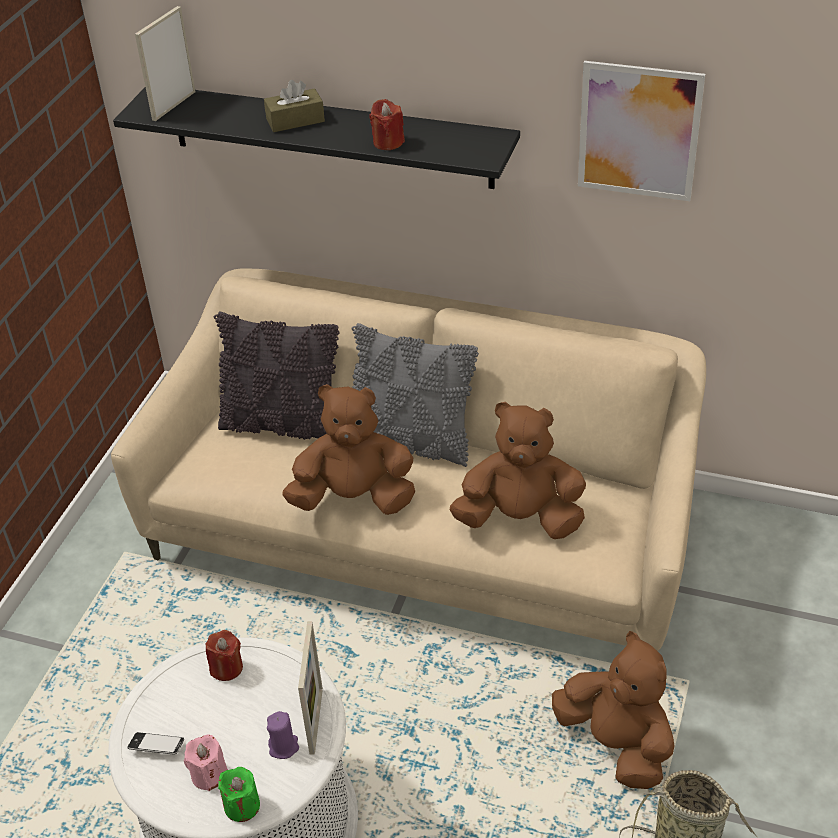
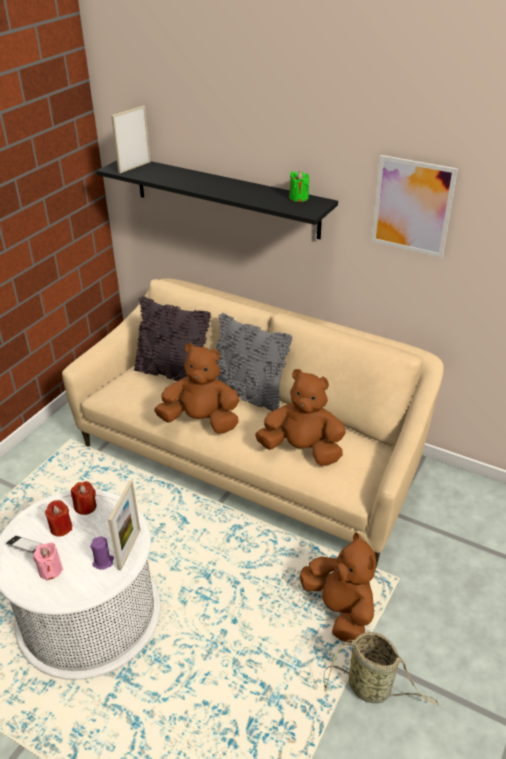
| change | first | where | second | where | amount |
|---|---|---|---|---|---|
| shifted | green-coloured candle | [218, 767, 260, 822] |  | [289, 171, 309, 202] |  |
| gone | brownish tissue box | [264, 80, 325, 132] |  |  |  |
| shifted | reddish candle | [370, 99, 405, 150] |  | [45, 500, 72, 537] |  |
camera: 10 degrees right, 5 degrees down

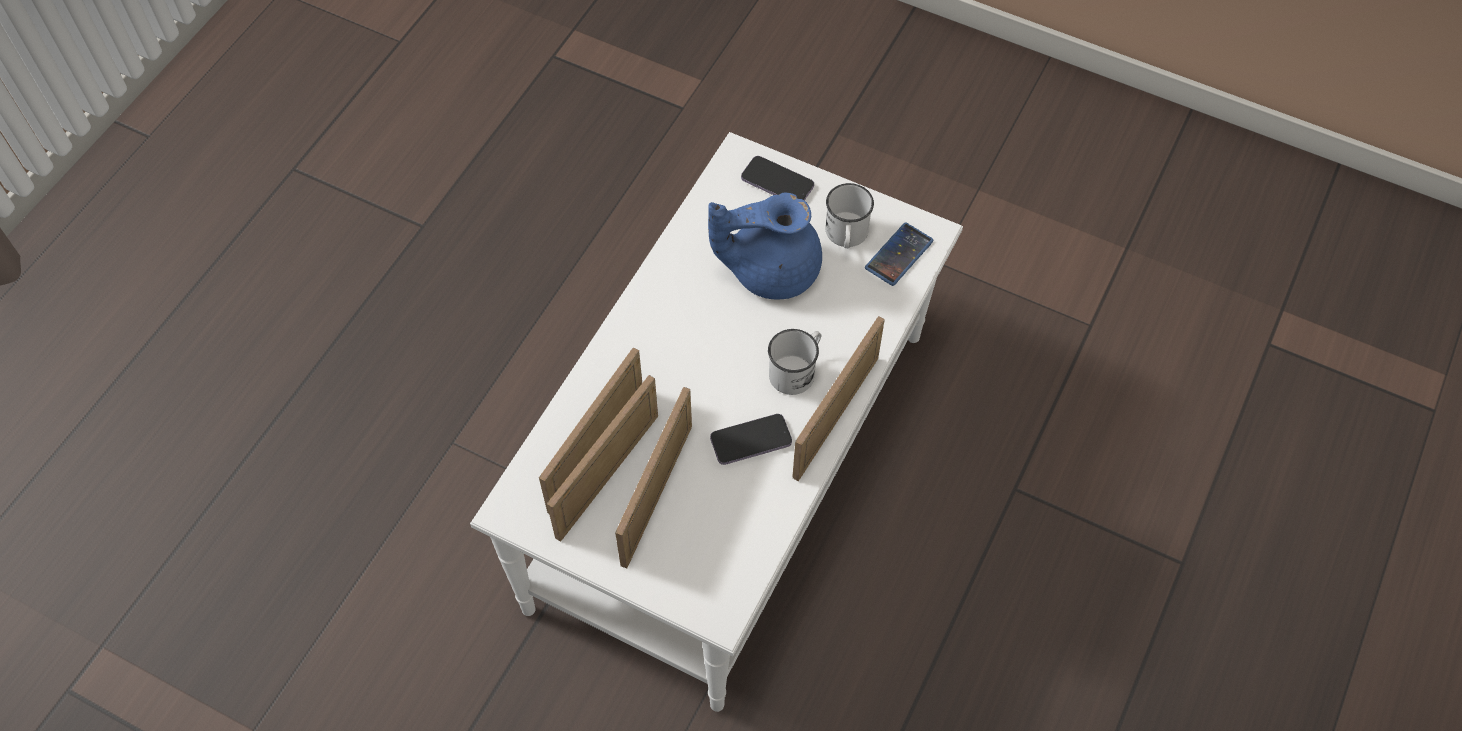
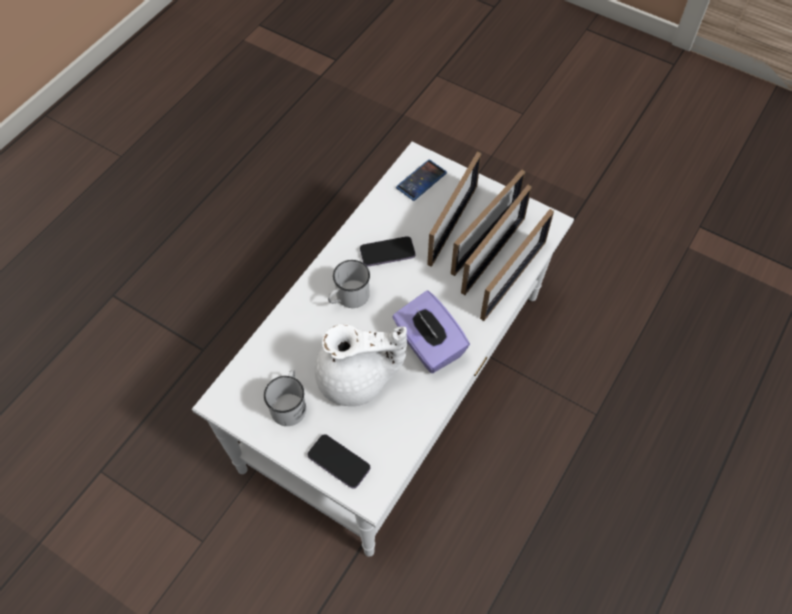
| change | first | where | second | where | amount |
|---|---|---|---|---|---|
| repainted | blue pot for tea | [708, 193, 822, 300] | white-coloured pot for tea | [315, 324, 407, 406] |  |
| shifted | standing frame | [792, 316, 885, 481] |  | [480, 209, 554, 321] |  |
| shifted | telephone | [865, 222, 933, 286] |  | [396, 160, 447, 201] |  |
| new |  |  | purple tissue box | [392, 291, 470, 373] |  |
camera: 175 degrees left, 0 degrees up

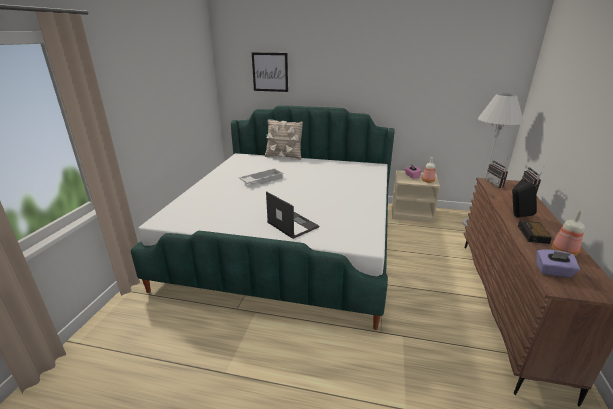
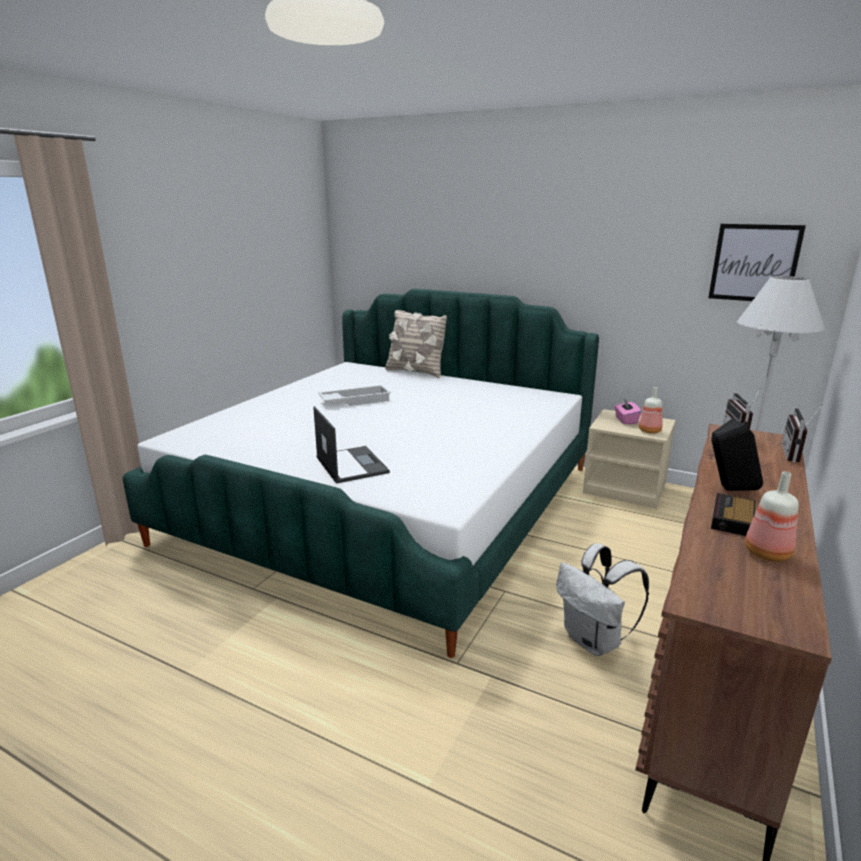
| change | first | where | second | where | amount |
|---|---|---|---|---|---|
| shifted | picture | [252, 52, 288, 92] |  | [708, 224, 806, 301] |  |
| gone | purple tissue box | [536, 249, 580, 278] |  |  |  |
| new |  |  | white-coloured backpack | [556, 543, 649, 656] |  |
camera: 15 degrees right, 5 degrees down

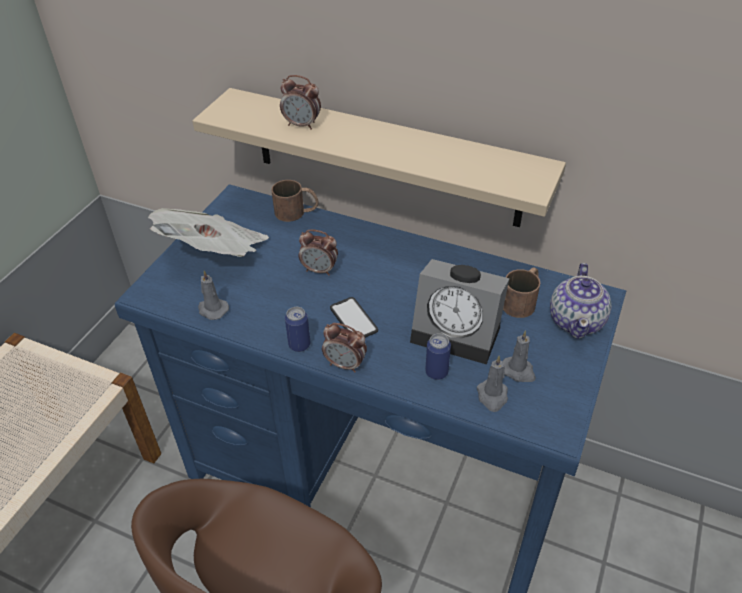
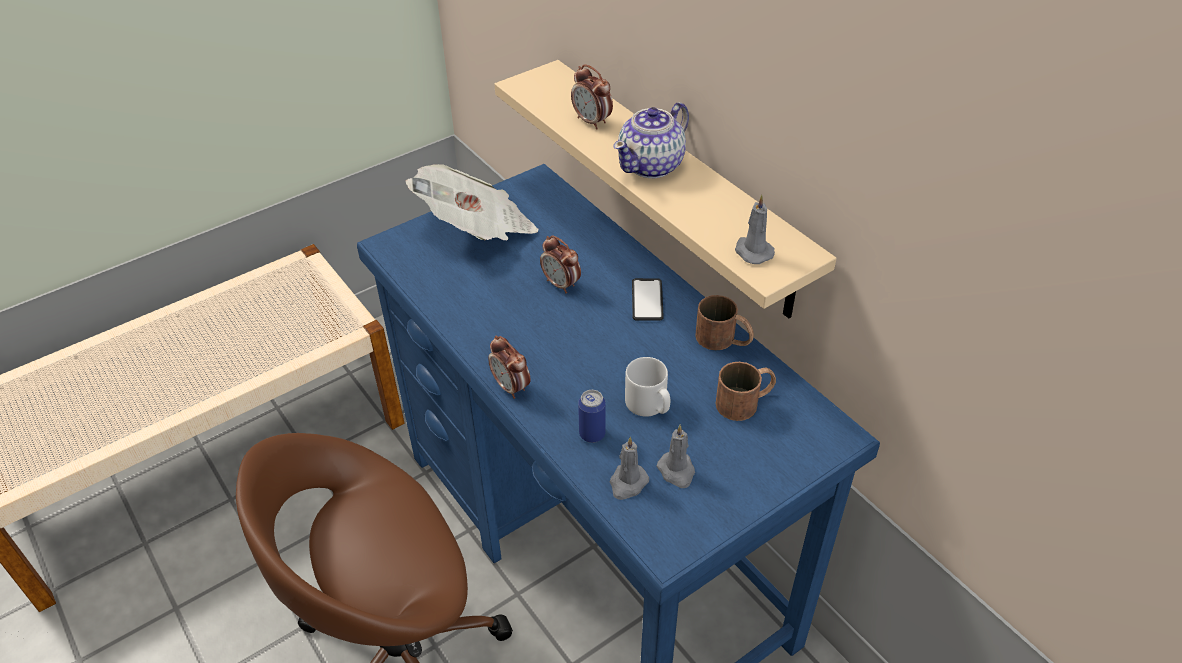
| change | first | where | second | where | amount |
|---|---|---|---|---|---|
| shifted | gray candle | [198, 270, 229, 320] |  | [735, 195, 775, 264] |  |
| shifted | brownish tea mug | [271, 180, 319, 222] |  | [695, 295, 754, 350] |  |
| gone | metal can | [285, 307, 311, 352] |  |  |  |
| shifted | telephone | [330, 297, 378, 338] |  | [632, 278, 664, 321] |  |
| swapped | alarm clock | [410, 259, 510, 364] | gray tea mug | [625, 357, 670, 417] |  |
| shifted | pot for tea | [550, 263, 612, 339] |  | [613, 102, 689, 178] |  |
camera: 30 degrees right, 0 degrees up

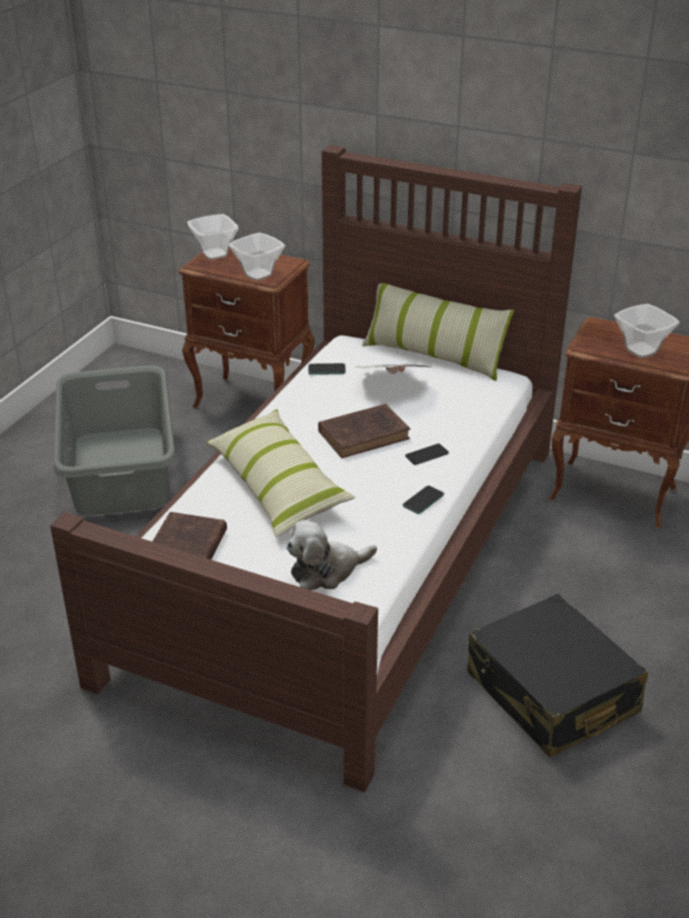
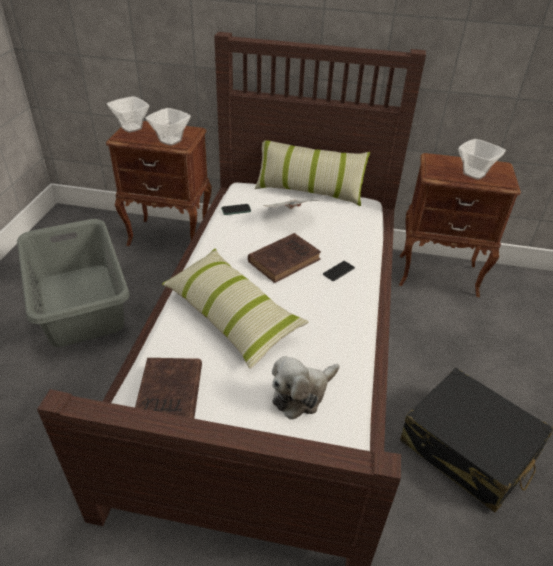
| change | first | where | second | where | amount |
|---|---|---|---|---|---|
| gone | telephone | [403, 486, 444, 514] |  |  |  |
camera: 15 degrees left, 5 degrees up

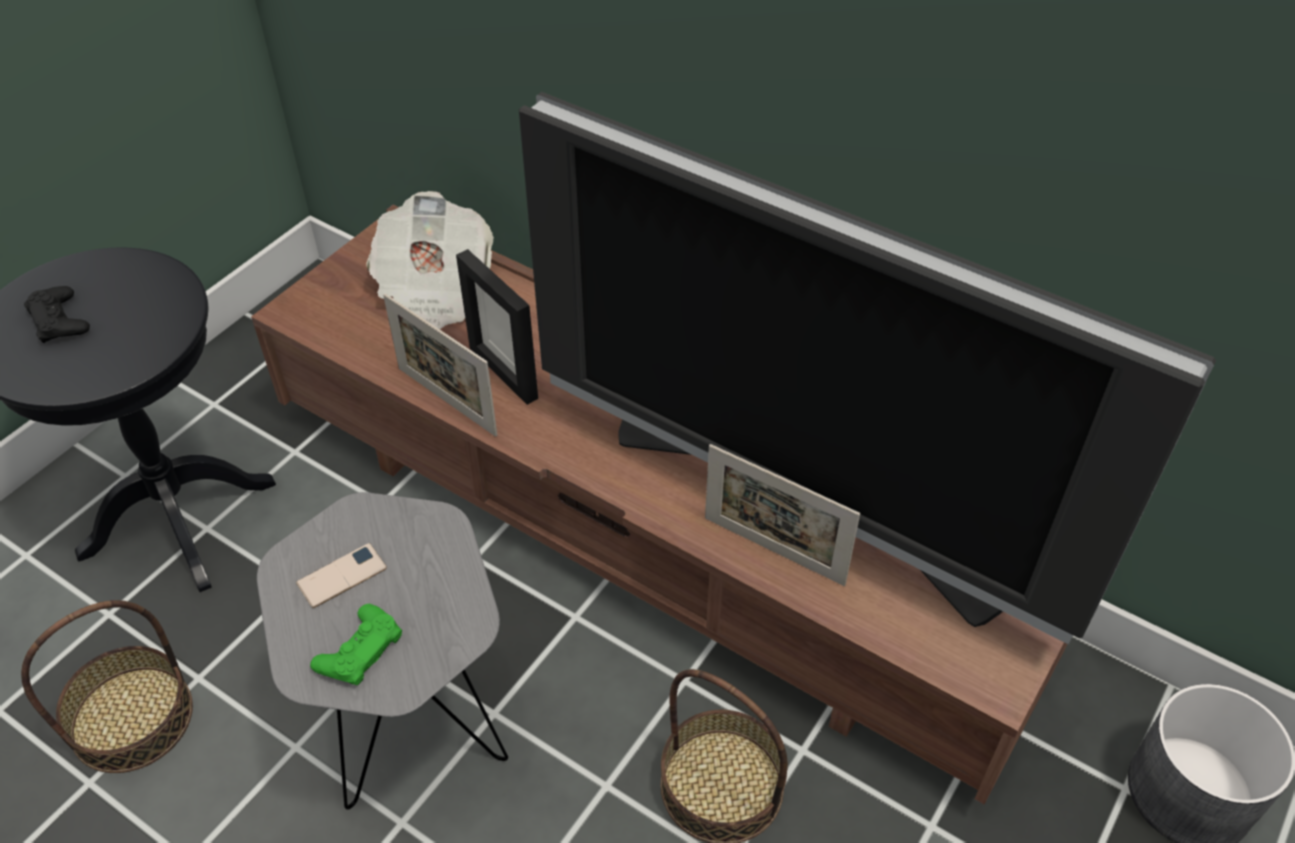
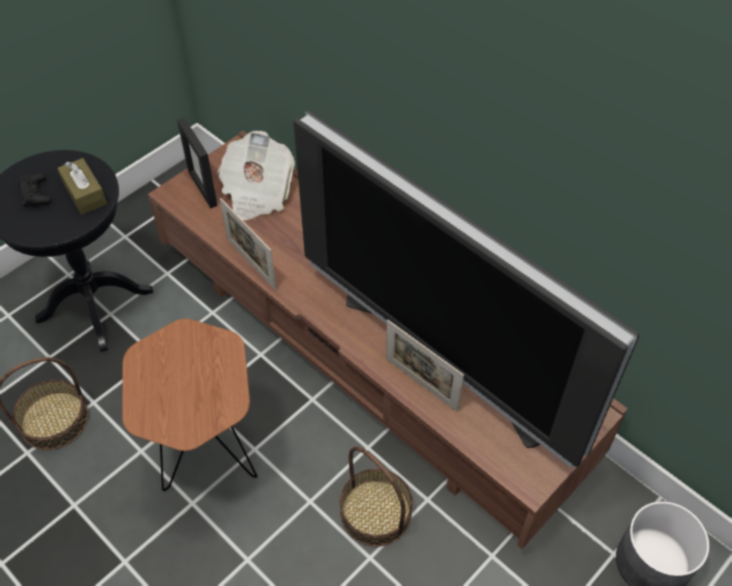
| change | first | where | second | where | amount |
|---|---|---|---|---|---|
| repainted | gray side table | [257, 492, 508, 810] | brownish side table | [122, 319, 257, 491] |  |
| gone | telephone | [296, 543, 387, 608] |  |  |  |
| gone | green-coloured joypad | [310, 604, 402, 685] |  |  |  |
| shifted | standing frame | [456, 249, 538, 405] |  | [177, 117, 218, 208] |  |
| new |  |  | brownish tissue box | [57, 158, 107, 214] |  |
camera: 10 degrees right, 5 degrees up

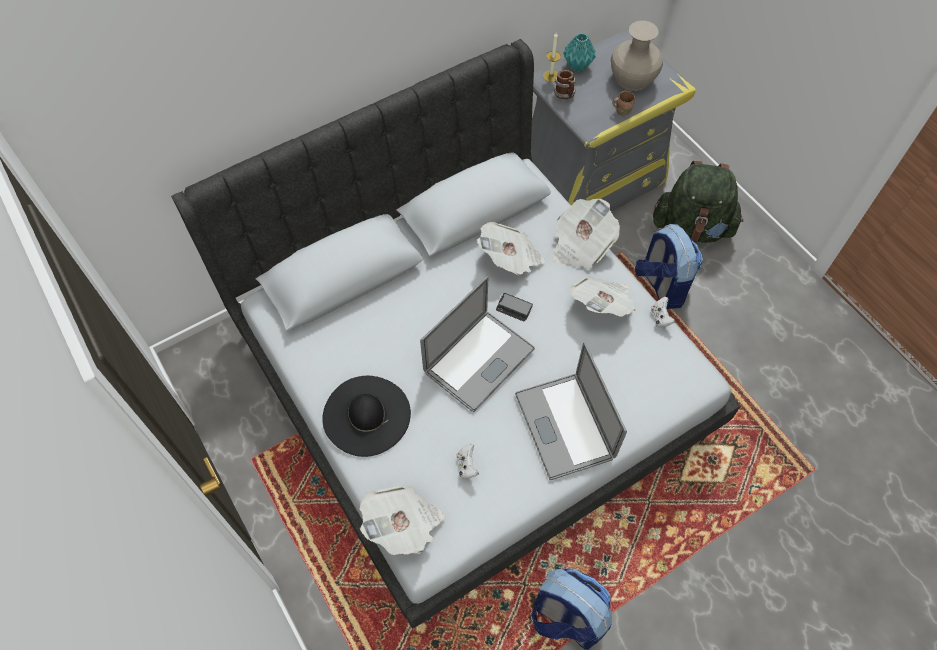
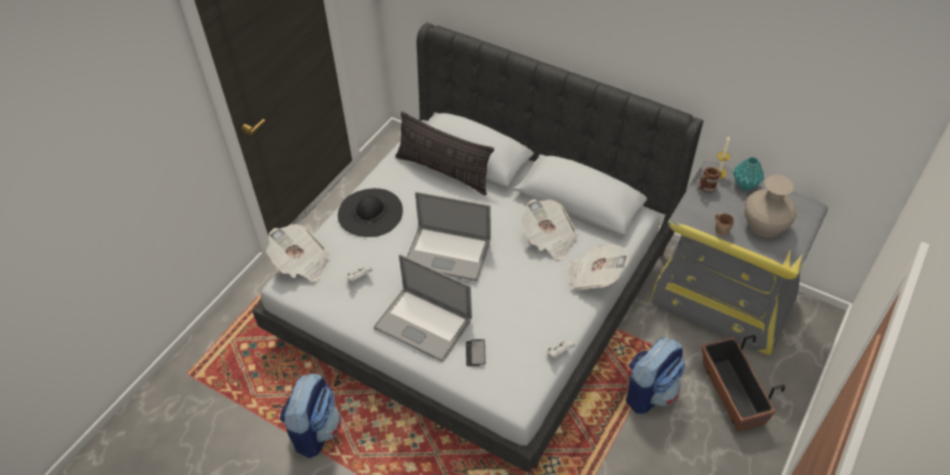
| change | first | where | second | where | amount |
|---|---|---|---|---|---|
| shifted | telephone | [496, 293, 533, 321] |  | [466, 339, 486, 366] |  |
| rotated | portable computer | [515, 342, 627, 480] |  | [374, 254, 472, 362] | 105 degrees counterclockwise |
| gone | newspaper | [570, 276, 635, 317] |  |  |  |
| swapped | green-coloured backpack | [653, 161, 743, 243] | planter | [702, 335, 785, 431] |  |
| new |  |  | cushion | [395, 112, 494, 195] |  |
camera: 65 degrees right, 10 degrees down

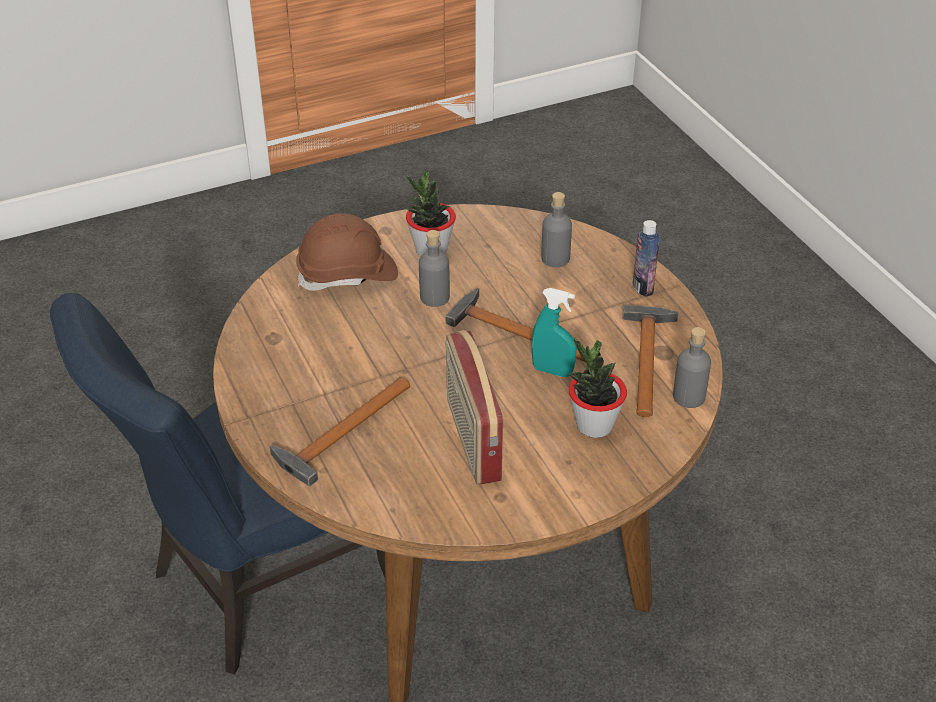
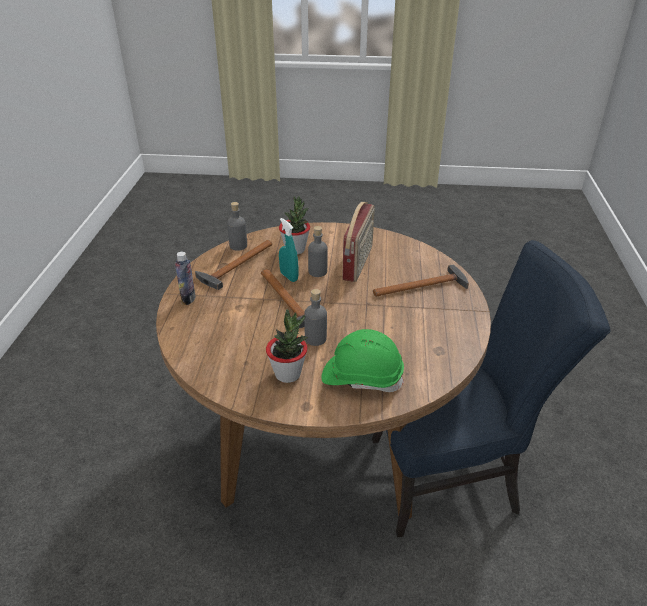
| change | first | where | second | where | amount |
|---|---|---|---|---|---|
| repainted | brownish safety helmet | [296, 213, 398, 291] | green-coloured safety helmet | [321, 329, 404, 392] |  |
| shifted | gray beverage bottle | [541, 192, 572, 267] |  | [308, 226, 328, 277] |  |
camera: 150 degrees left, 5 degrees down

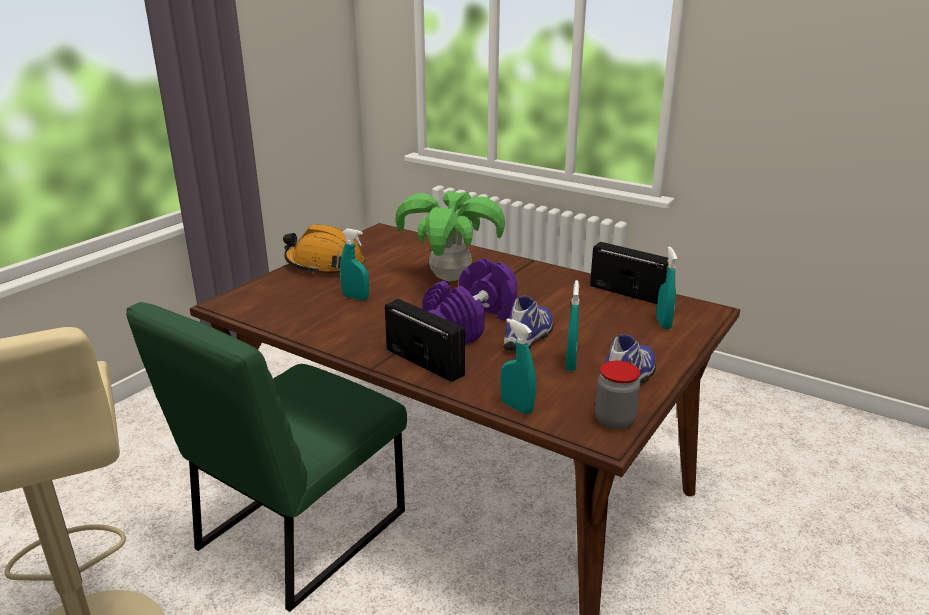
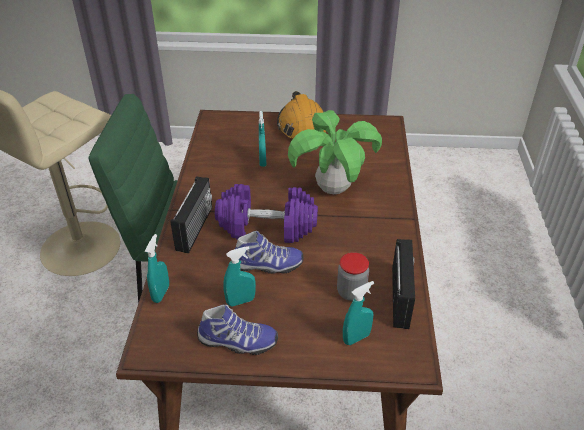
| change | first | where | second | where | amount |
|---|---|---|---|---|---|
| shifted | jar | [595, 361, 640, 429] |  | [337, 252, 369, 301] |  |
camera: 60 degrees right, 15 degrees up

